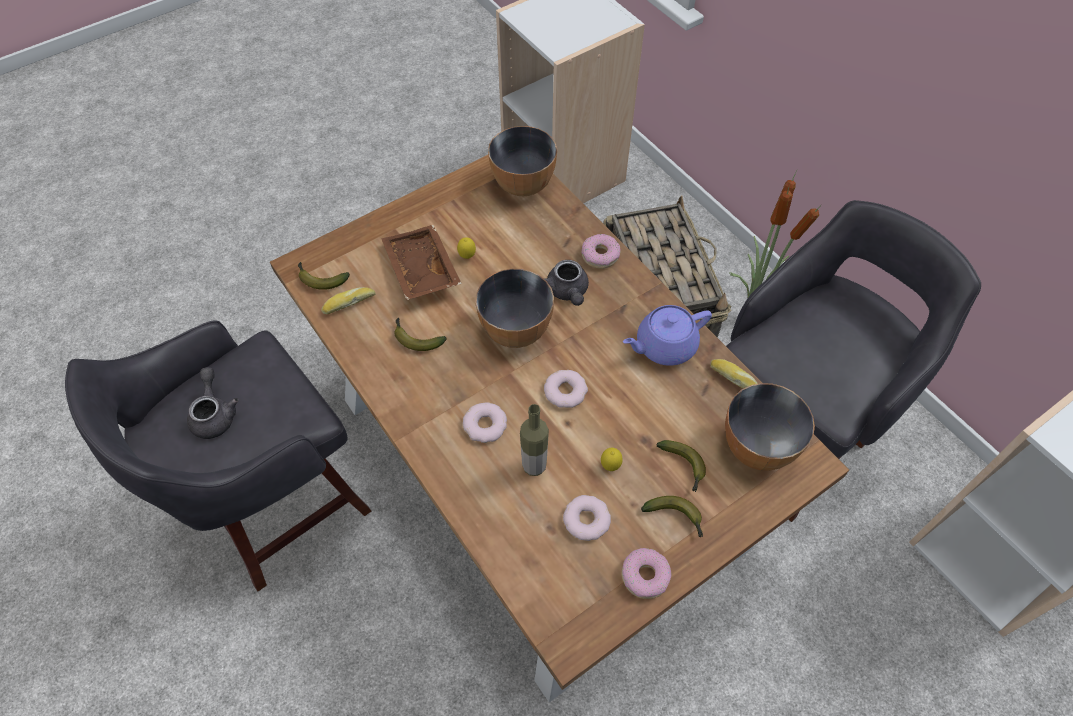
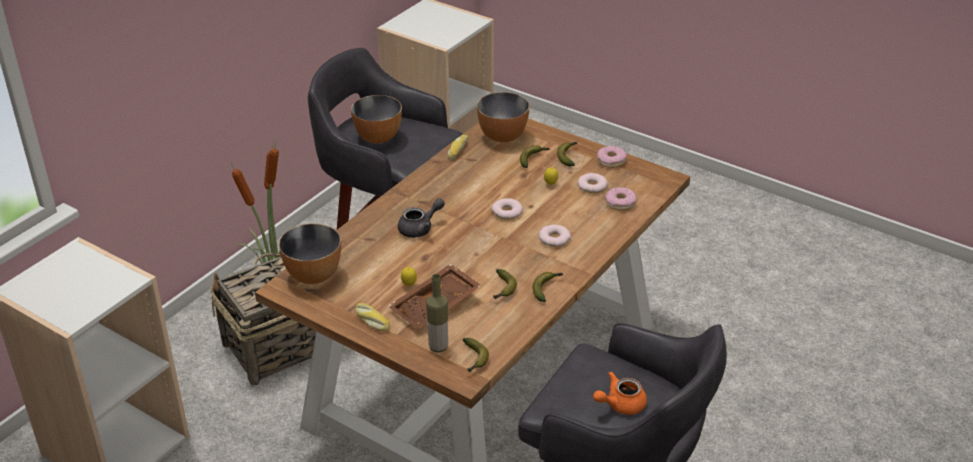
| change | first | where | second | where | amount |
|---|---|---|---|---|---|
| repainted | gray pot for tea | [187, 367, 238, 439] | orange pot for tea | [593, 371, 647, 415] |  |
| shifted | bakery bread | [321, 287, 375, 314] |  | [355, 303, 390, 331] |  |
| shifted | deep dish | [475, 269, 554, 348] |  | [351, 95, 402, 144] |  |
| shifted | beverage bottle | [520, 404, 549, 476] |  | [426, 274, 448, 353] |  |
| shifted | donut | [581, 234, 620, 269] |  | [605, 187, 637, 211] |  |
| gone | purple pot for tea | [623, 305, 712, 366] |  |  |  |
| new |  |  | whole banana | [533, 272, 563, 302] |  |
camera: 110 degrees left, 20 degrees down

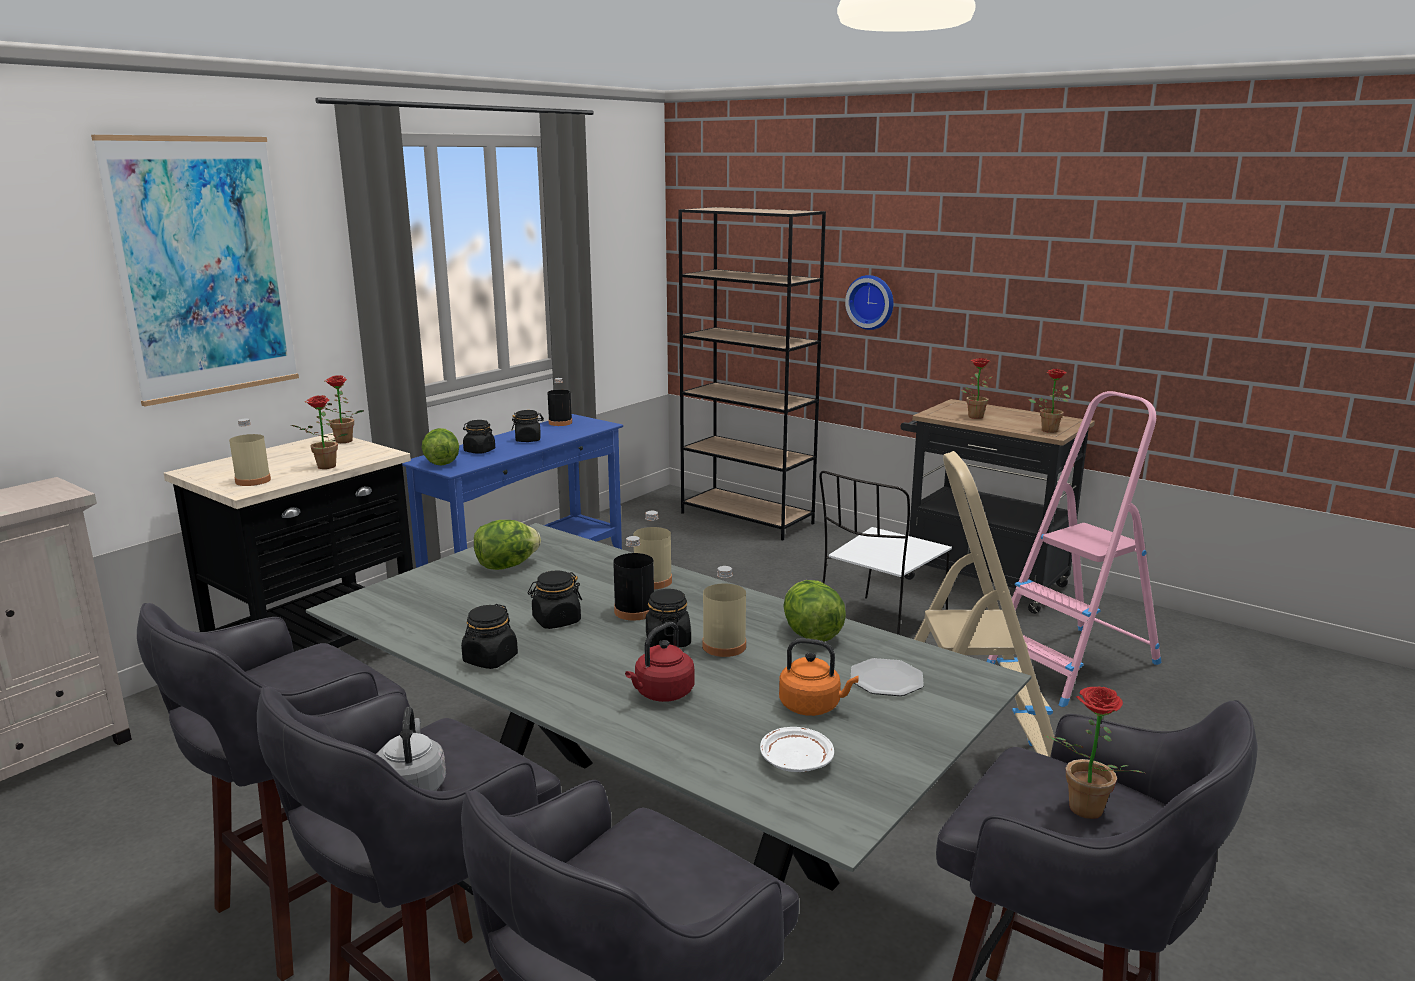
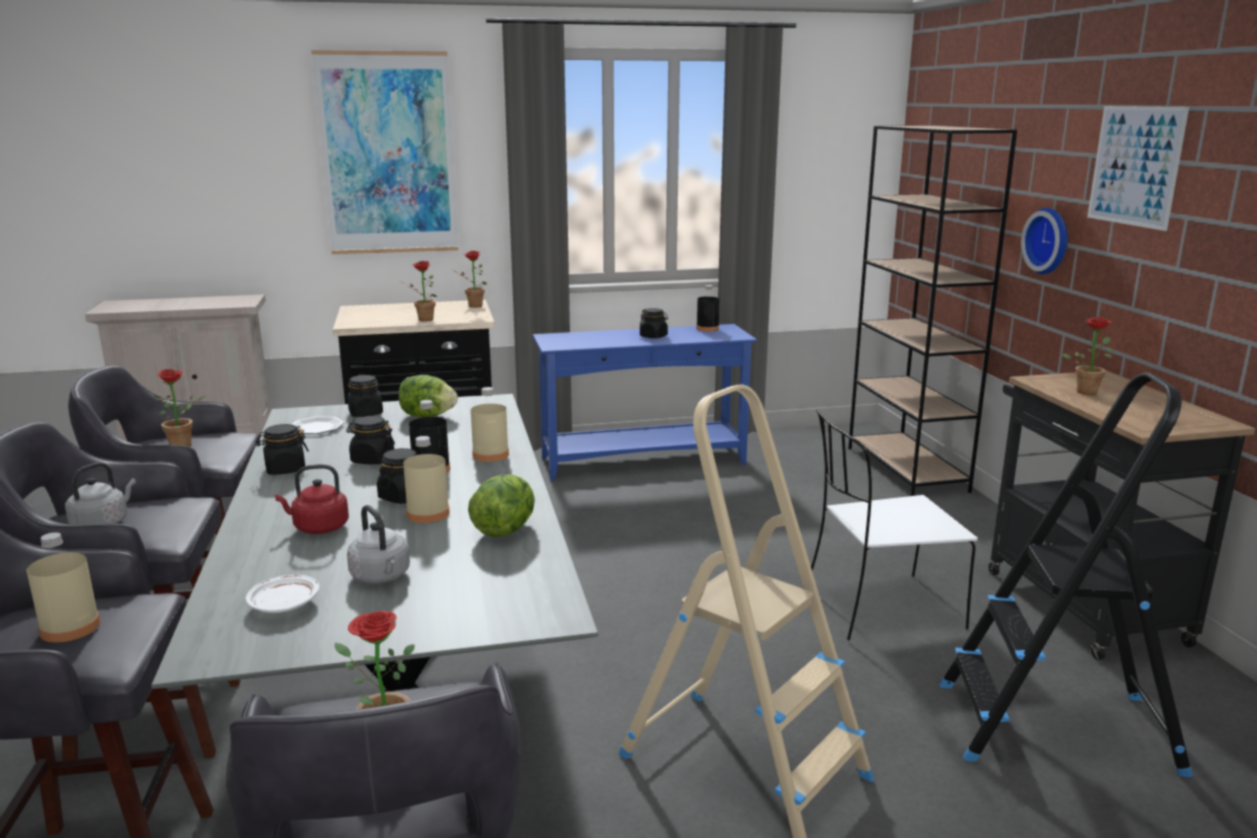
| change | first | where | second | where | amount |
|---|---|---|---|---|---|
| shifted | beige beverage bottle | [229, 419, 271, 486] |  | [26, 532, 100, 643] |  |
| gone | lettuce head | [422, 428, 459, 465] |  |  |  |
| shifted | blackish jar | [463, 420, 495, 454] |  | [347, 375, 383, 417] |  |
| repainted | orange tea kettle | [779, 638, 859, 716] | gray tea kettle | [347, 505, 410, 584] |  |
| shifted | plate | [851, 658, 924, 696] |  | [291, 416, 344, 434] |  |
| repainted | pinkish step ladder | [987, 391, 1162, 707] | blackish step ladder | [939, 372, 1193, 777] |  |
| shifted | potted plant | [1028, 369, 1070, 433] |  | [154, 369, 206, 447] |  |
| new |  |  | picture | [1087, 106, 1189, 231] |  |
camera: 40 degrees right, 0 degrees up

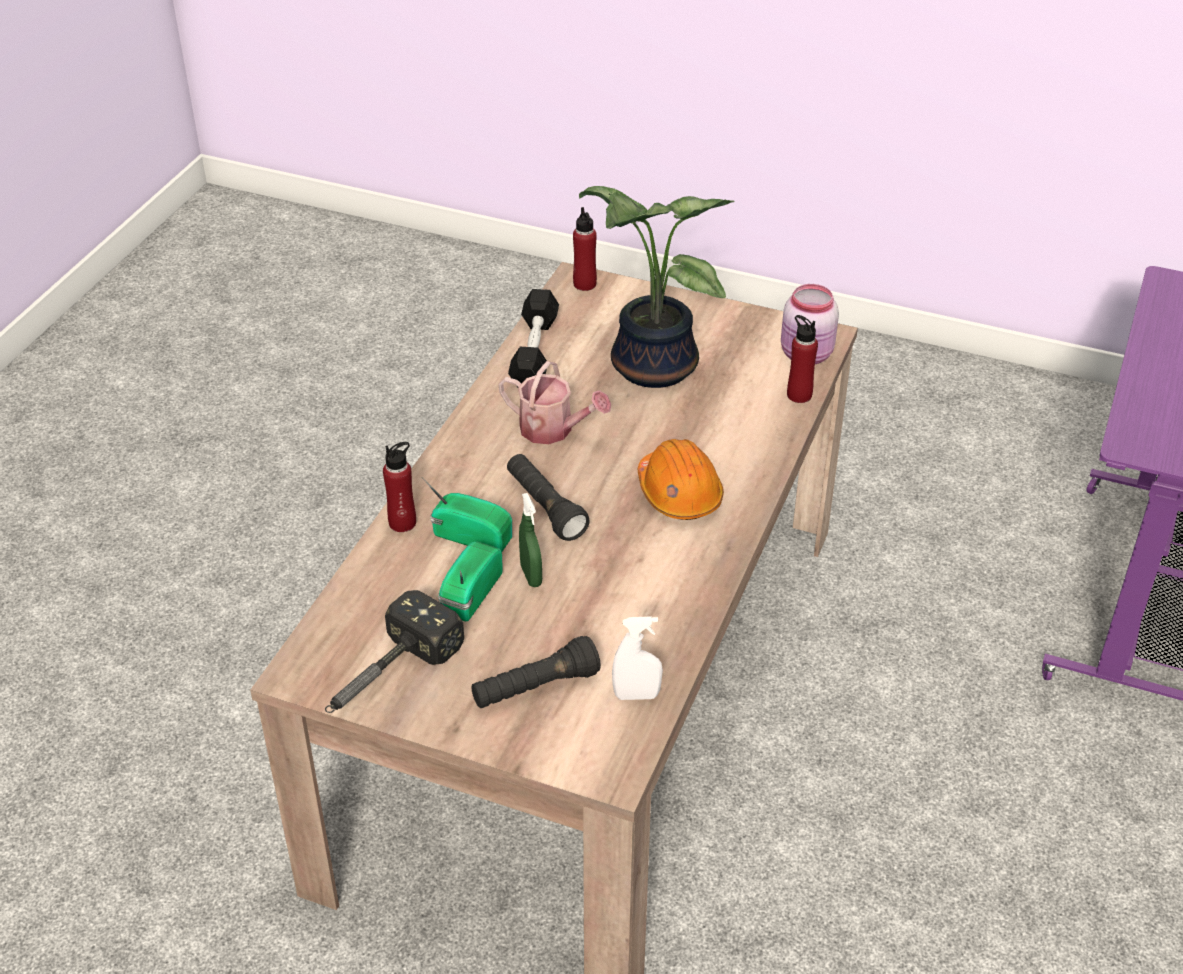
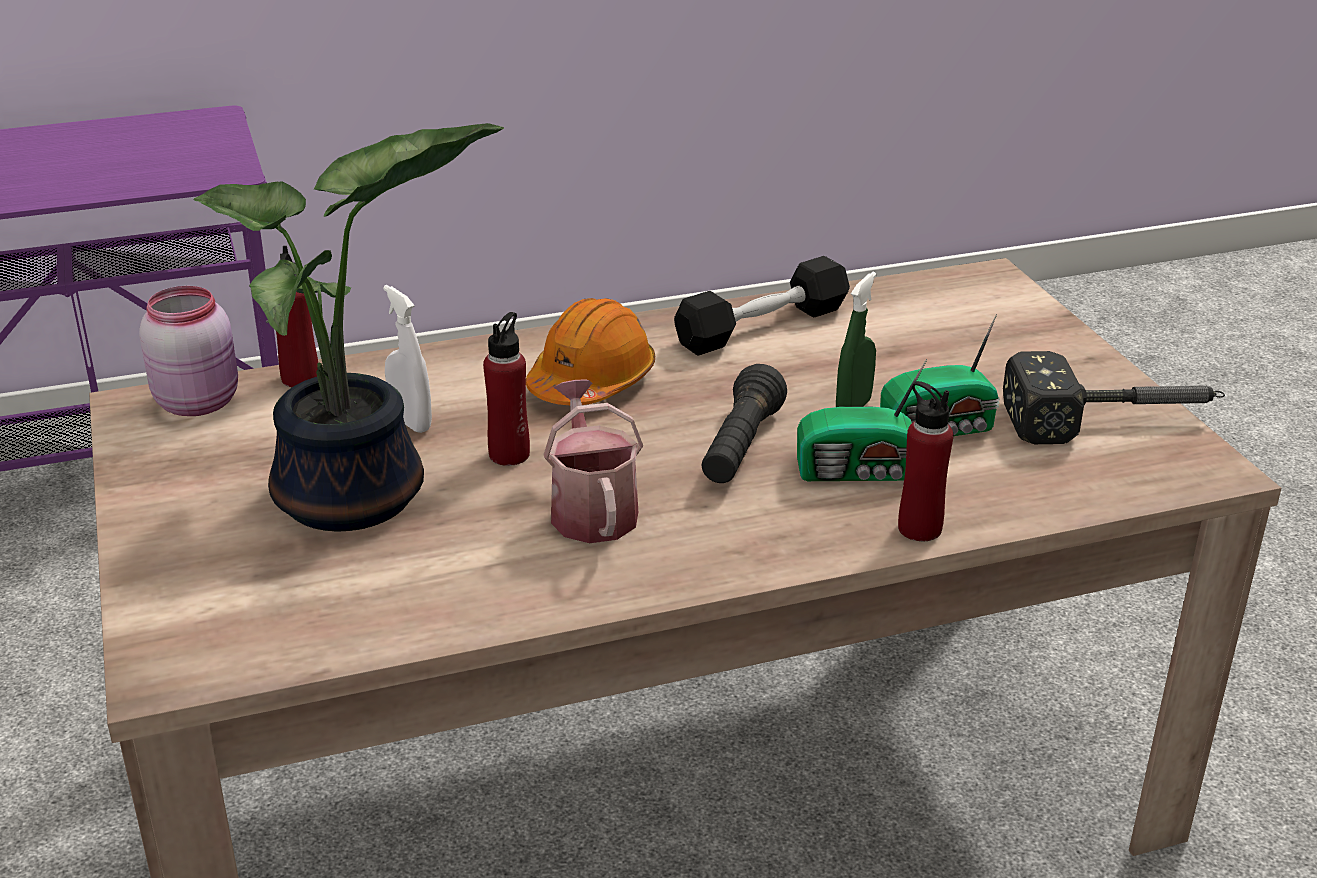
| change | first | where | second | where | amount |
|---|---|---|---|---|---|
| rotated | radio | [422, 477, 512, 552] |  | [797, 359, 927, 481] | 75 degrees counterclockwise |
| gone | blackish torch | [472, 636, 601, 708] |  |  |  |
| shifted | blackish hand weight | [508, 289, 559, 388] |  | [674, 256, 850, 356] |  |
| shifted | reddish beverage bottle | [573, 207, 597, 291] |  | [483, 312, 530, 466] |  |
| shifted | white-coloured sprayer | [612, 616, 663, 700] |  | [383, 285, 432, 433] |  |
camera: 130 degrees left, 10 degrees down

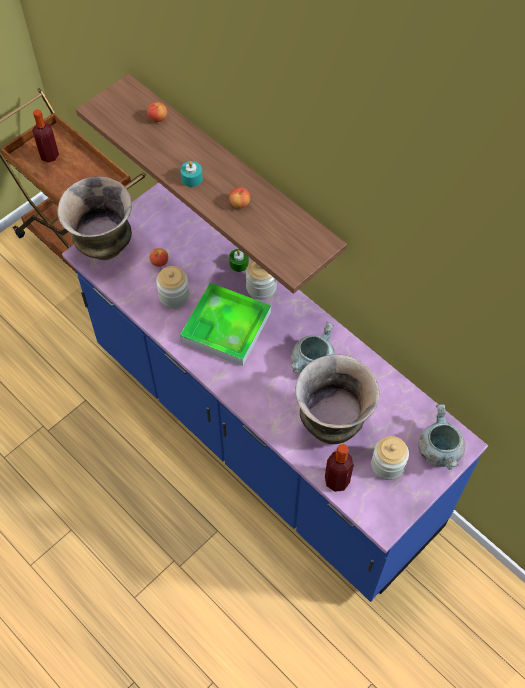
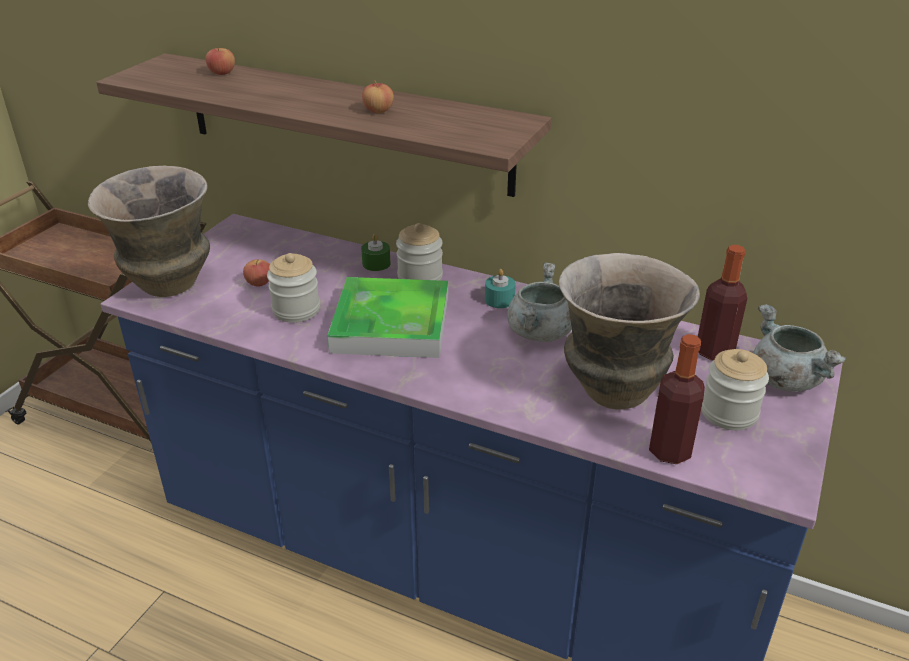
| change | first | where | second | where | amount |
|---|---|---|---|---|---|
| shifted | beverage bottle | [32, 109, 59, 163] |  | [698, 245, 747, 360] |  |
| shifted | blue-green candle | [180, 161, 203, 187] |  | [485, 269, 516, 308] |  |
camera: 20 degrees left, 25 degrees down

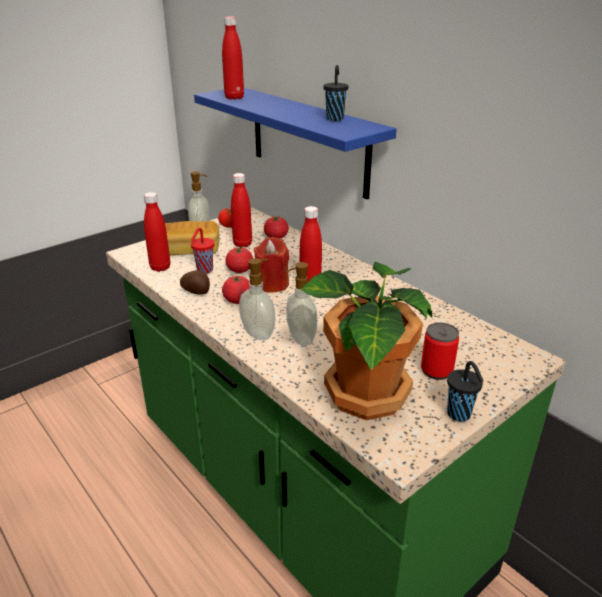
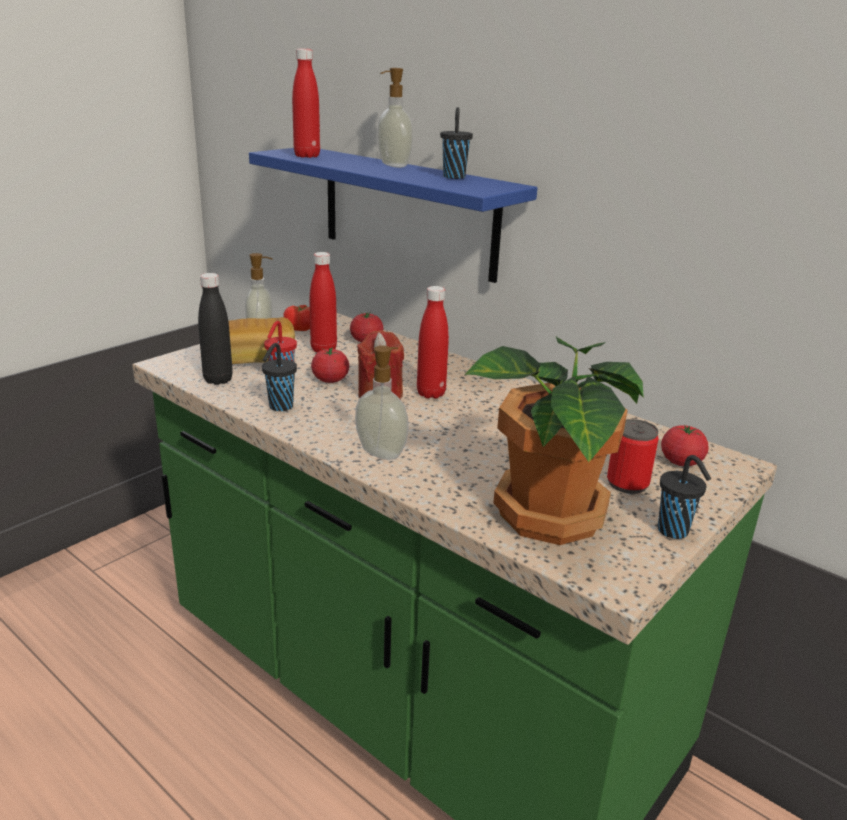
| change | first | where | second | where | amount |
|---|---|---|---|---|---|
| repainted | reddish beverage bottle | [144, 192, 170, 272] | blackish beverage bottle | [198, 273, 233, 385] |  |
| swapped | potato | [180, 270, 210, 295] | blackish small cup | [262, 343, 297, 411] |  |
| shifted | tomato | [222, 276, 250, 304] |  | [661, 425, 709, 466] |  |
| shifted | liquid soap bottle | [286, 262, 317, 346] |  | [378, 68, 413, 168] |  |
camera: 10 degrees left, 5 degrees down

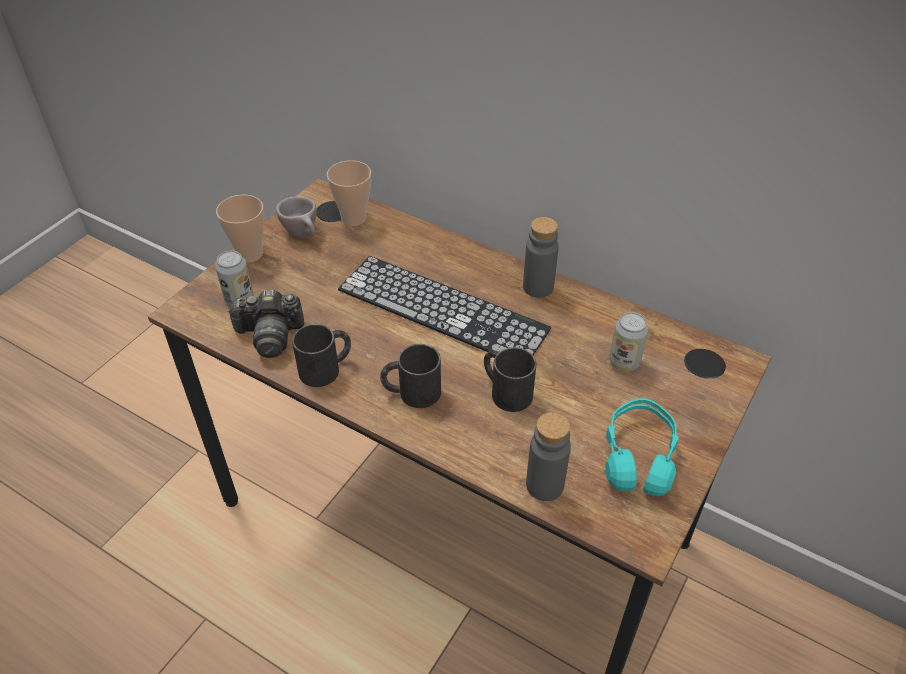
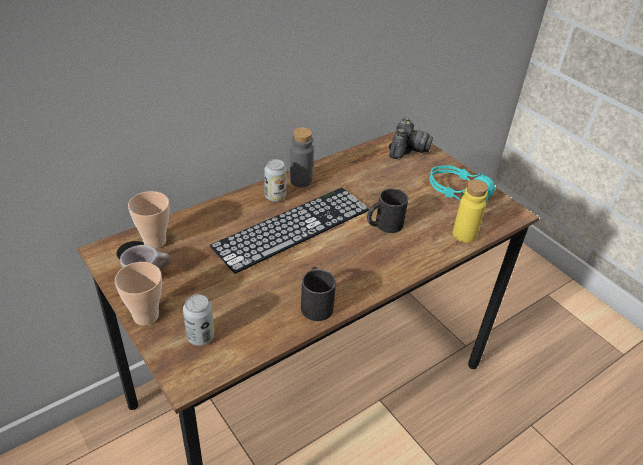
| change | first | where | second | where | amount |
|---|---|---|---|---|---|
| shifted | still camera | [227, 290, 304, 358] |  | [389, 118, 433, 159] |  |
| gone | blackish tea mug | [380, 344, 441, 408] |  |  |  |
| repainted | gray beverage bottle | [526, 412, 571, 501] | yellow beverage bottle | [453, 180, 488, 243] |  |
| shifted | metal can | [609, 312, 648, 371] |  | [264, 159, 287, 202] |  |
camera: 70 degrees left, 5 degrees down

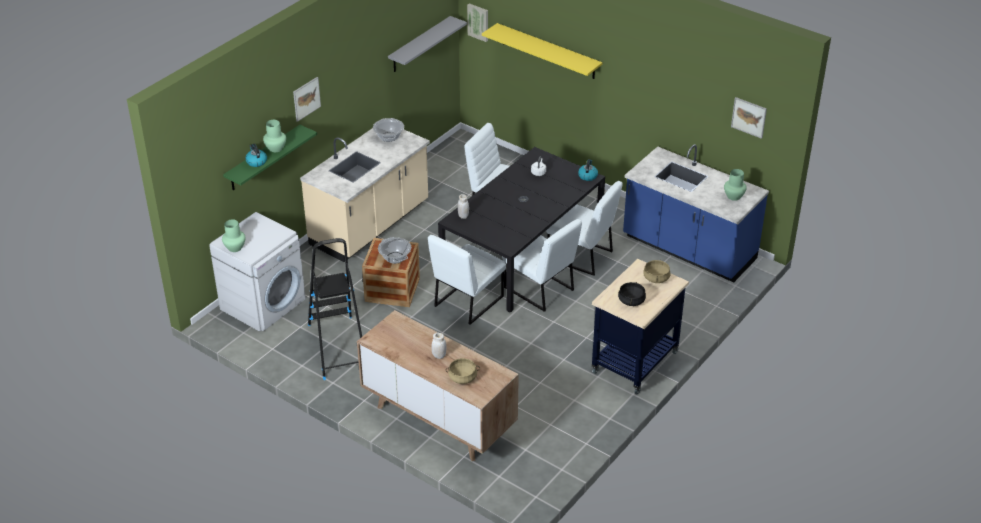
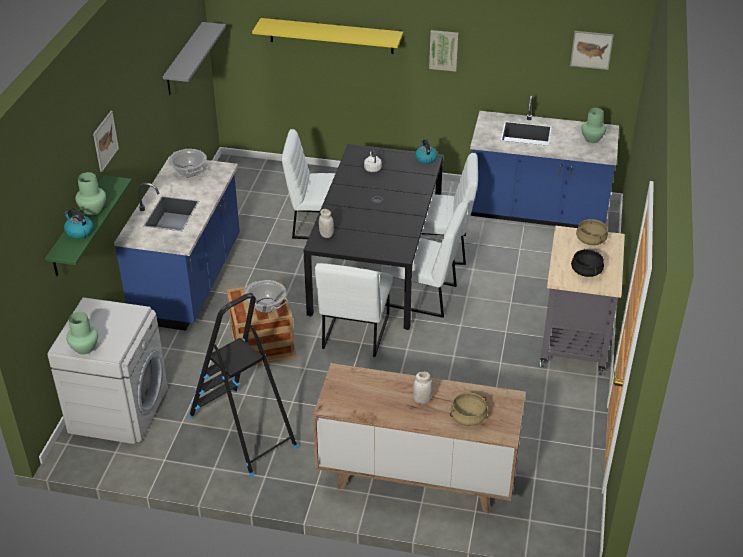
| change | first | where | second | where | amount |
|---|---|---|---|---|---|
| repainted | beige counter | [300, 128, 430, 262] | blue counter | [114, 156, 240, 331] |  |
| shifted | picture | [467, 3, 488, 42] |  | [429, 30, 459, 72] |  |
| repainted | blue wheeled cart | [592, 259, 689, 394] | gray wheeled cart | [540, 226, 625, 375] |  |
camera: 25 degrees left, 0 degrees up

